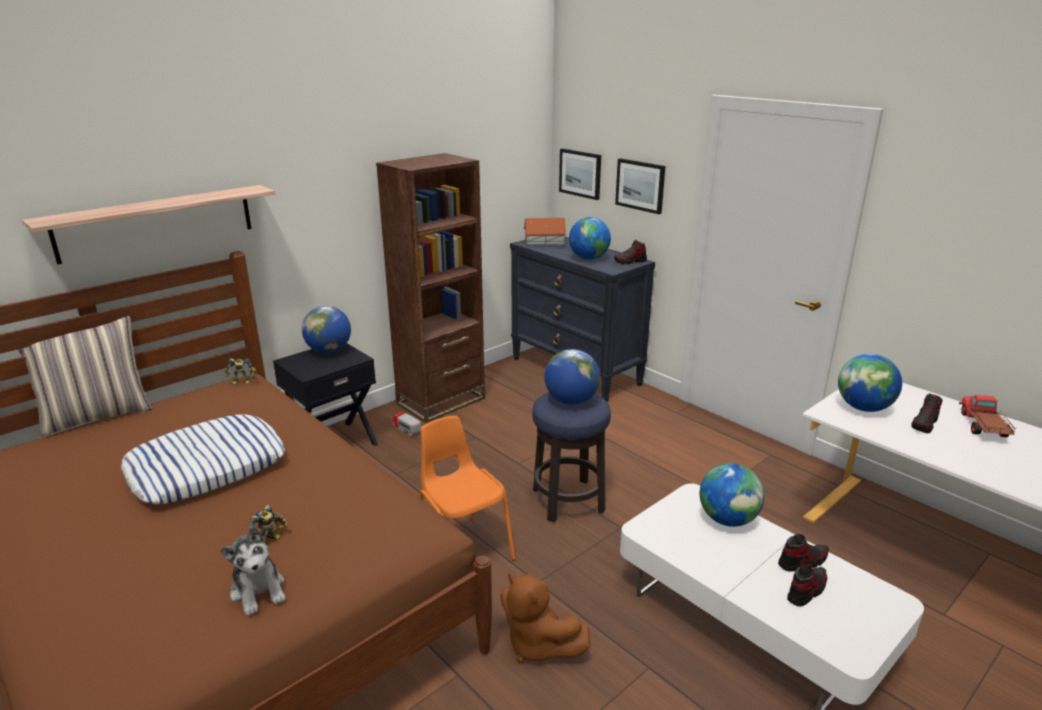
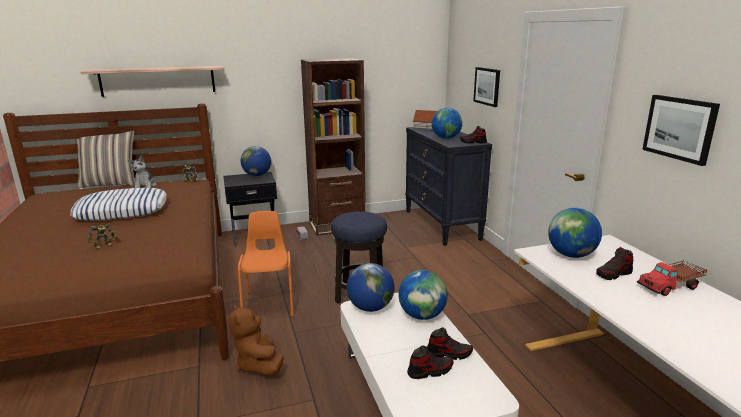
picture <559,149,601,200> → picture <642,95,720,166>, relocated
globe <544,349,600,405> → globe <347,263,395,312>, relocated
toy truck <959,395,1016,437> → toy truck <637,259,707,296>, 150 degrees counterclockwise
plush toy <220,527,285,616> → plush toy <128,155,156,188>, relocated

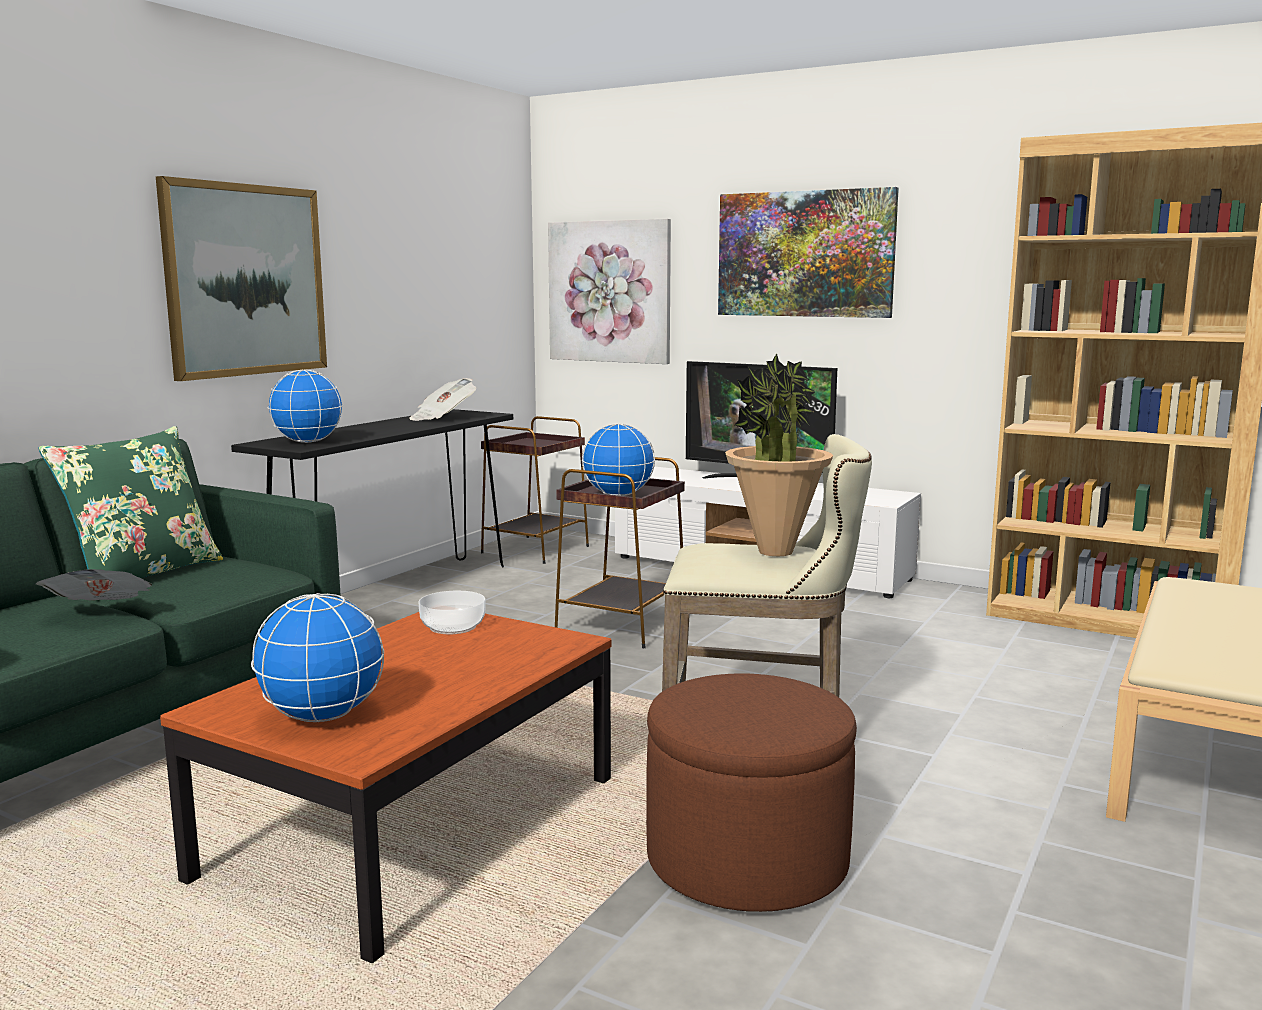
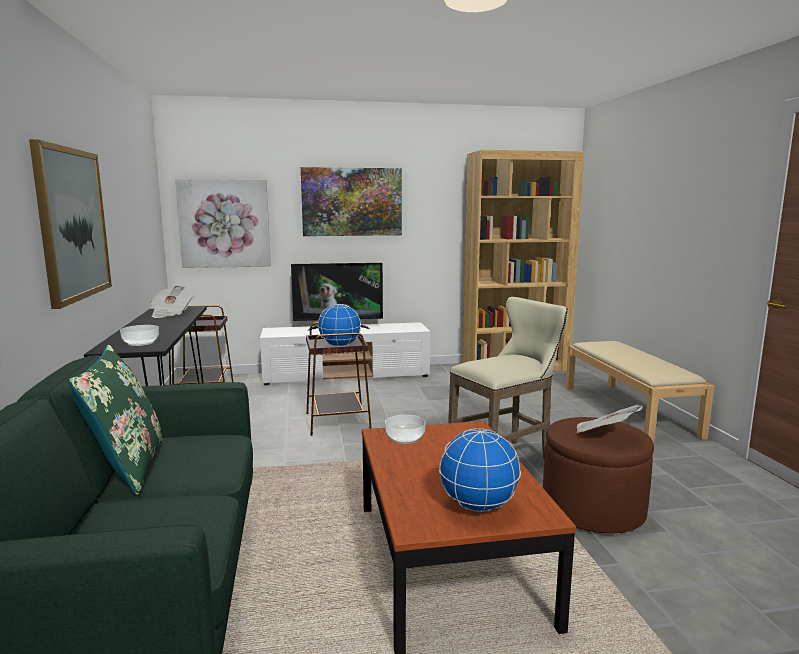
potted plant <725,353,833,556> → -
globe <267,370,343,443> → bowl <120,325,159,346>
newspaper <36,569,152,600> → newspaper <576,405,643,433>, relocated

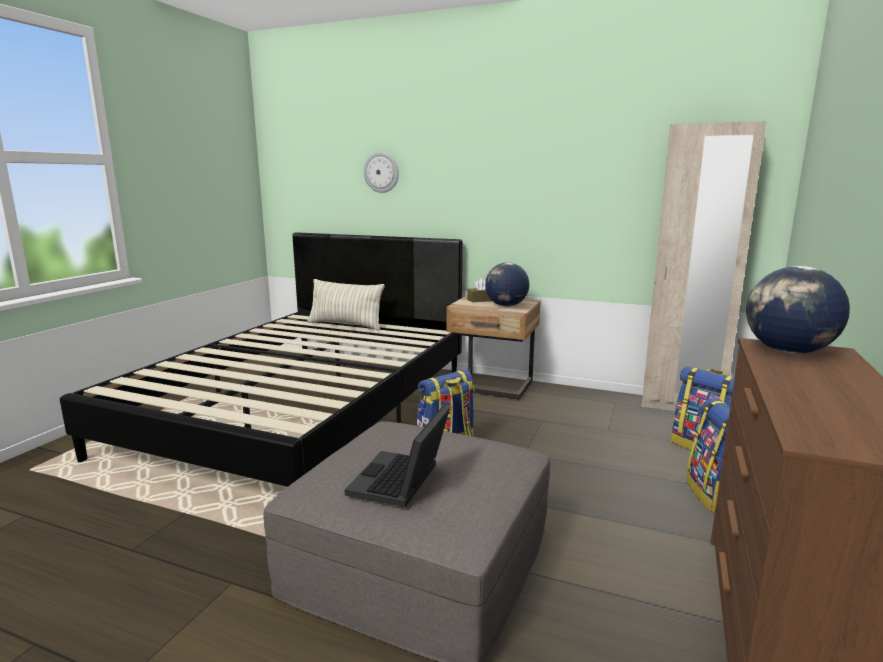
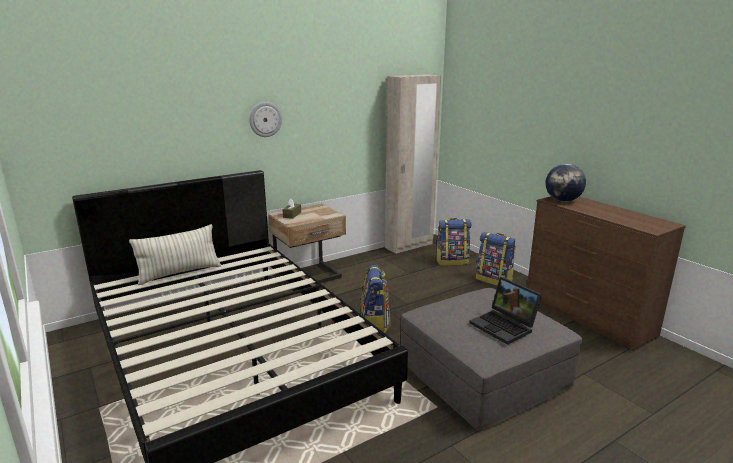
wall clock <364,152,399,193> → wall clock <249,102,282,137>, relocated
globe <485,262,529,307> → -

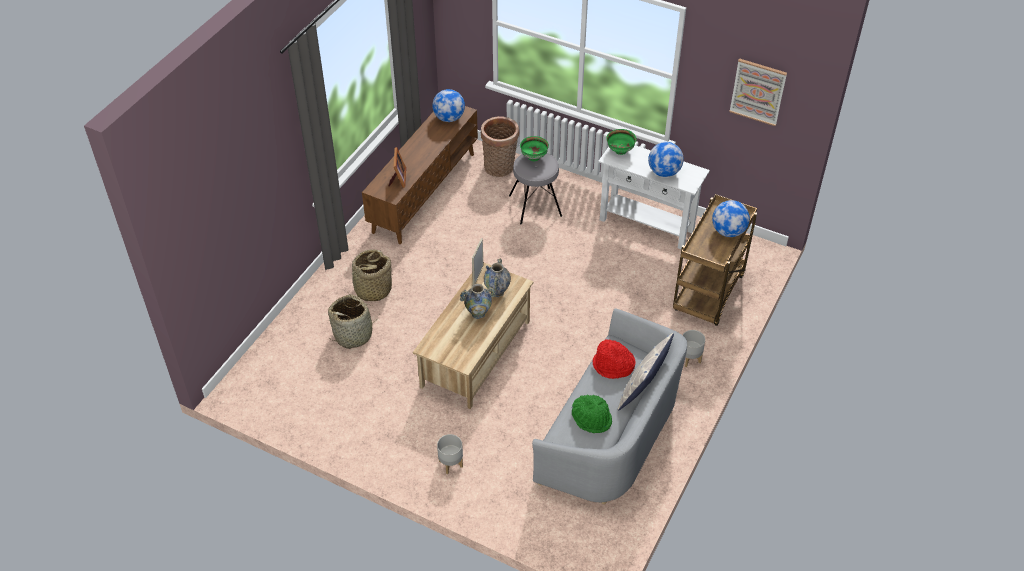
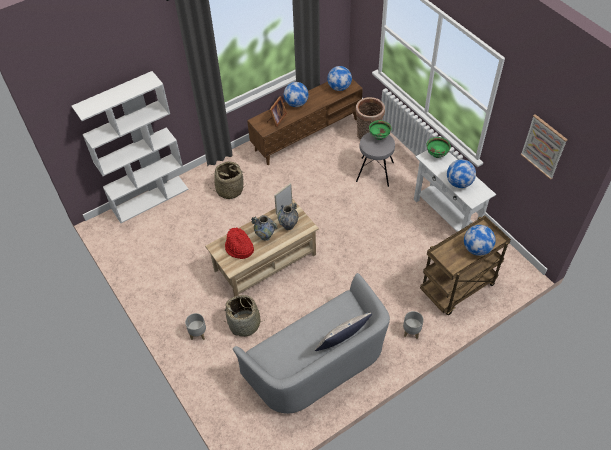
basket <328,295,380,349> → basket <223,295,268,337>, relocated
hat (red) <592,339,636,379> → hat (red) <225,228,254,259>, relocated
hat (green) <572,395,612,433> → -
- → bookcase (white) <72,71,189,223>
- → globe <284,82,309,107>

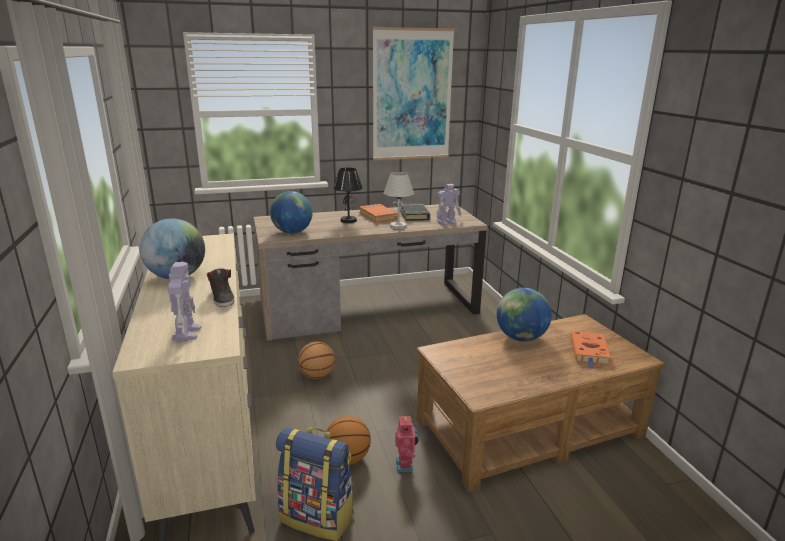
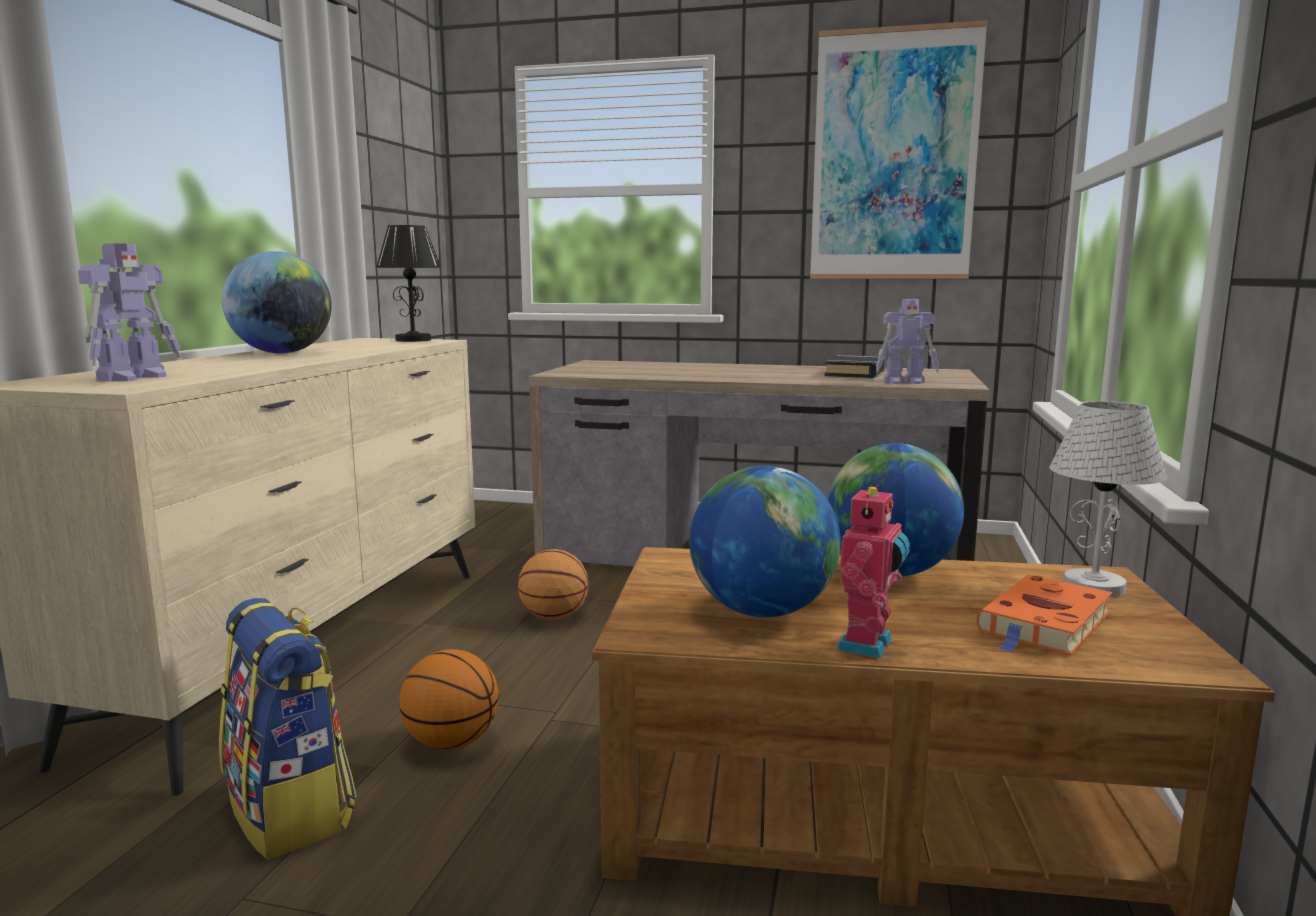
table lamp (black) <333,167,363,223> → table lamp (black) <376,225,441,342>, relocated
table lamp (white) <384,172,414,229> → table lamp (white) <1049,401,1167,597>, relocated
globe <270,191,313,234> → globe <689,466,841,617>, relocated
book (orange) <359,204,398,223> → -
shoe (black) <206,269,235,307> → -
toy robot <395,414,418,472> → toy robot <836,485,910,658>, relocated

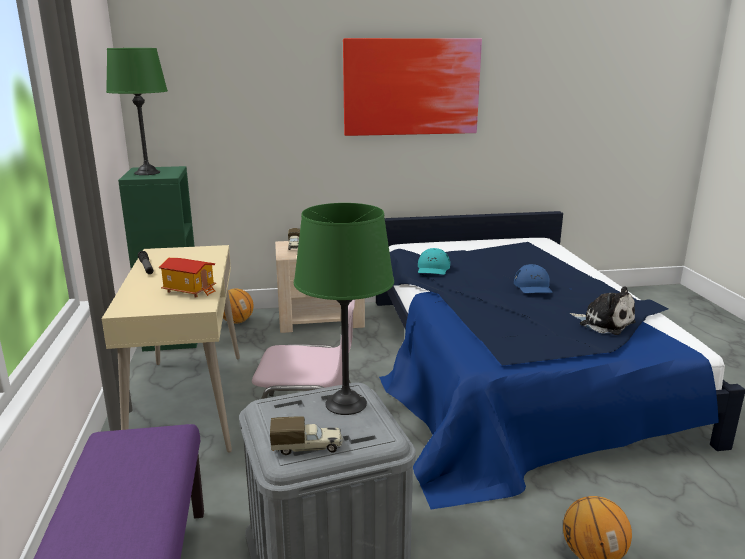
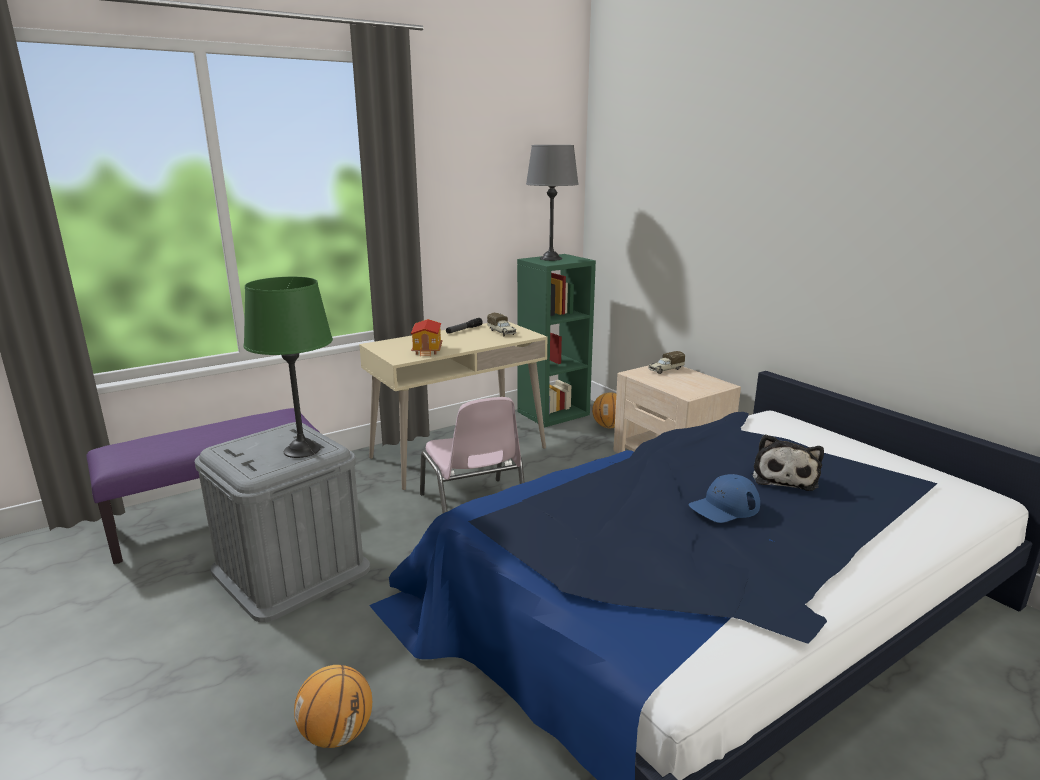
picture <343,38,482,136> → -
table lamp (green) <106,48,168,175> → table lamp (grey) <526,145,579,261>
cap (turquoise) <418,248,450,275> → -
plush toy <570,286,636,335> → plush toy <753,434,824,491>, relocated
toy truck <270,416,343,455> → toy truck <487,313,517,336>, relocated

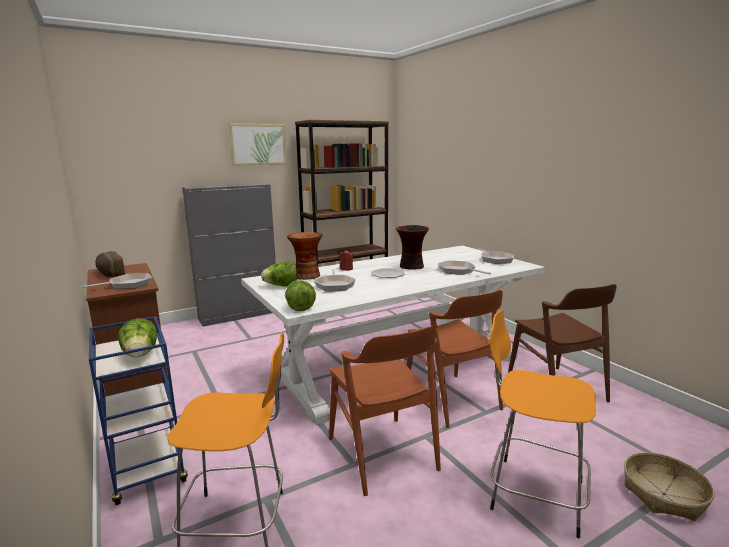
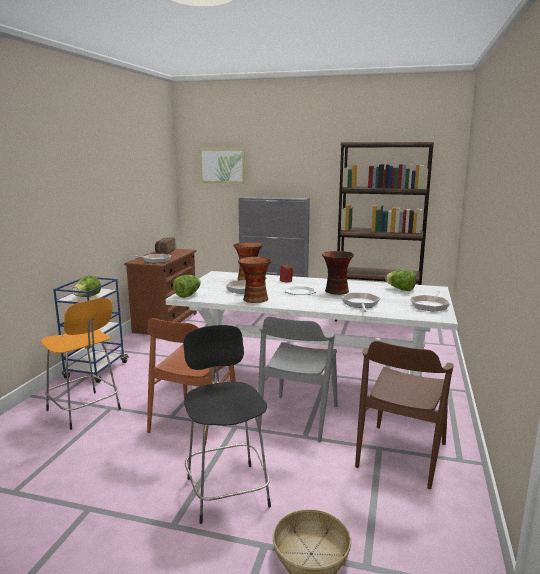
picture <228,123,286,166> → picture <199,148,245,183>, relocated
lettuce <261,261,297,287> → lettuce <386,270,416,291>, relocated
chair (brown) <407,290,503,428> → chair (grey) <257,316,337,442>
stool (orange) <489,310,596,538> → stool (black) <184,325,271,524>
- → vase <238,257,272,303>

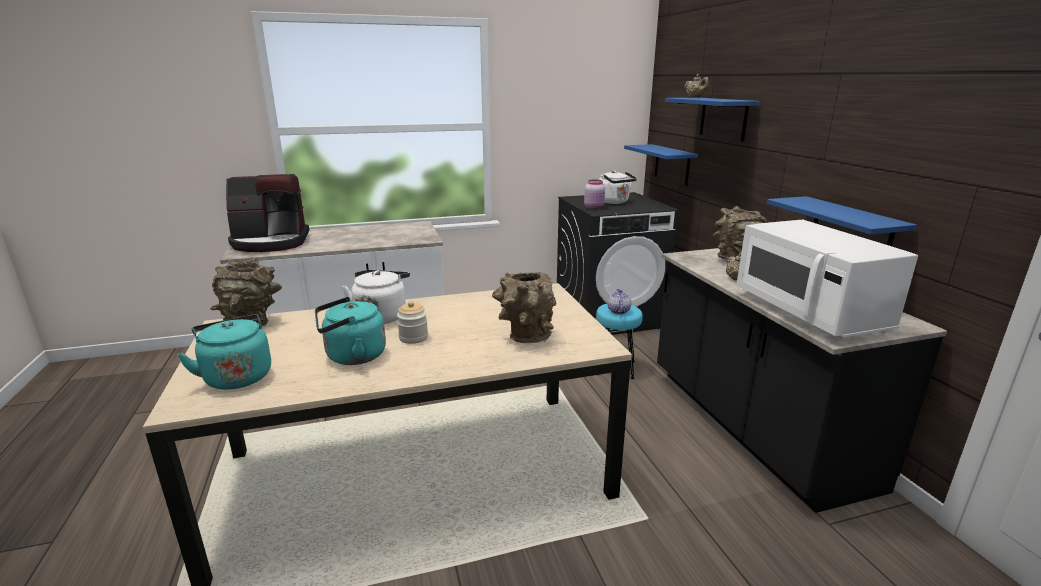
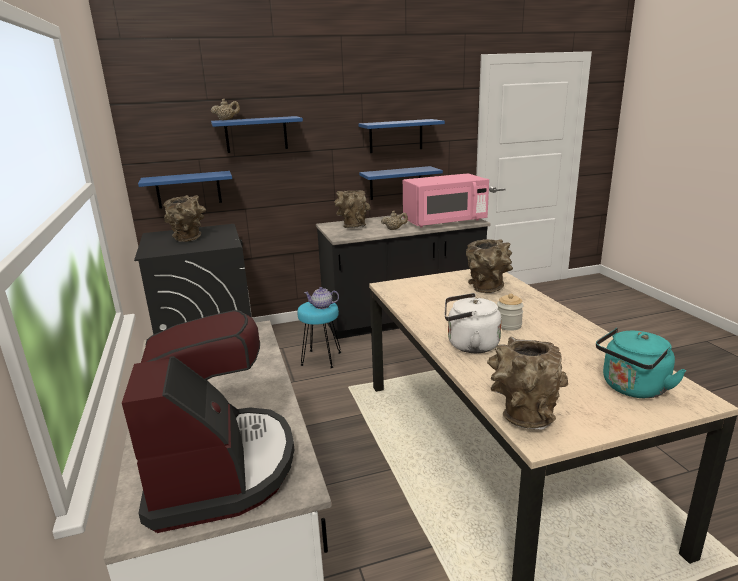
kettle (white) <599,170,637,204> → vase (brown) <163,195,206,242>
jar (pink) <584,179,605,209> → -
microwave (white) <737,220,918,340> → microwave (pink) <403,173,489,228>
kettle (turquoise) <315,297,386,365> → -
- → shelf (blue) <358,119,445,153>

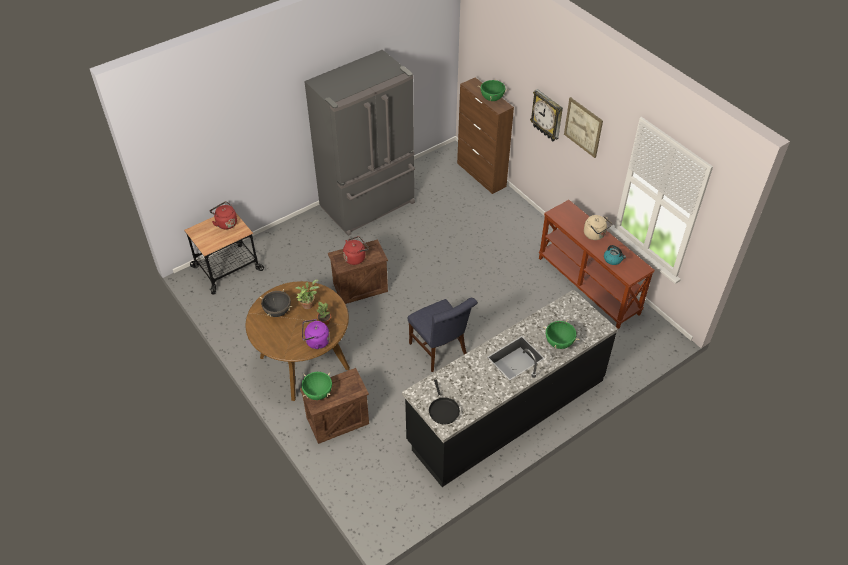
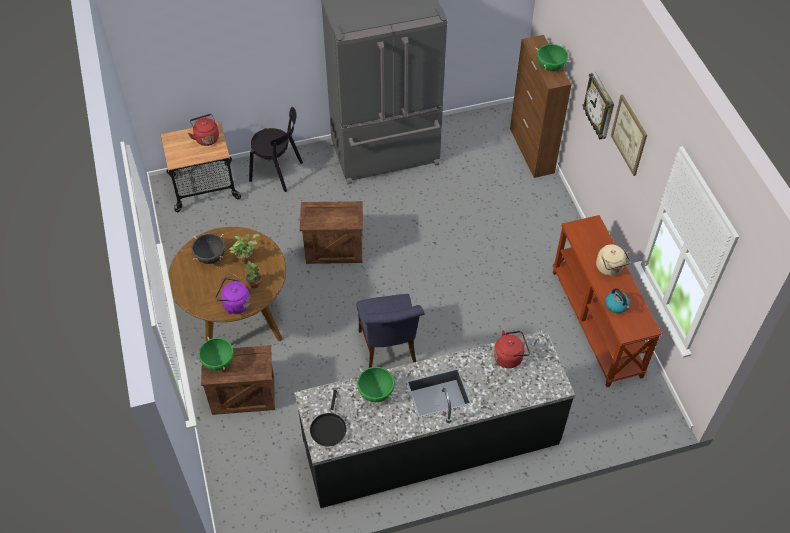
kettle (red) <343,236,369,265> → kettle (red) <494,330,530,368>, relocated
cooking pot (green) <543,319,579,349> → cooking pot (green) <357,367,395,402>, relocated
- → chair (black) <249,107,303,192>

